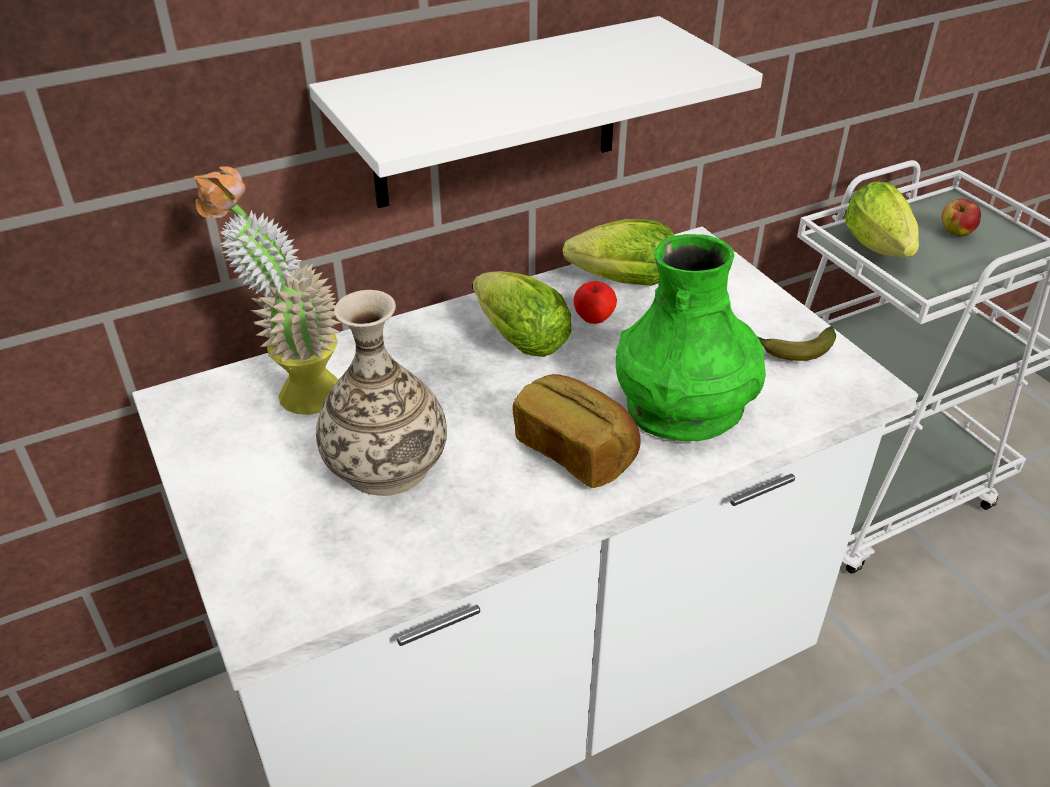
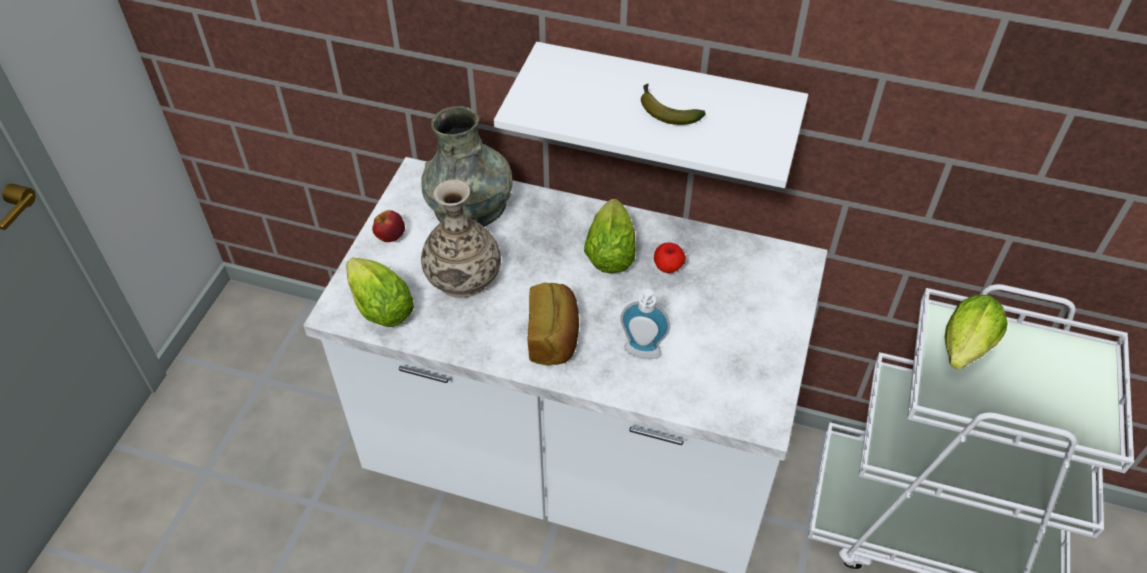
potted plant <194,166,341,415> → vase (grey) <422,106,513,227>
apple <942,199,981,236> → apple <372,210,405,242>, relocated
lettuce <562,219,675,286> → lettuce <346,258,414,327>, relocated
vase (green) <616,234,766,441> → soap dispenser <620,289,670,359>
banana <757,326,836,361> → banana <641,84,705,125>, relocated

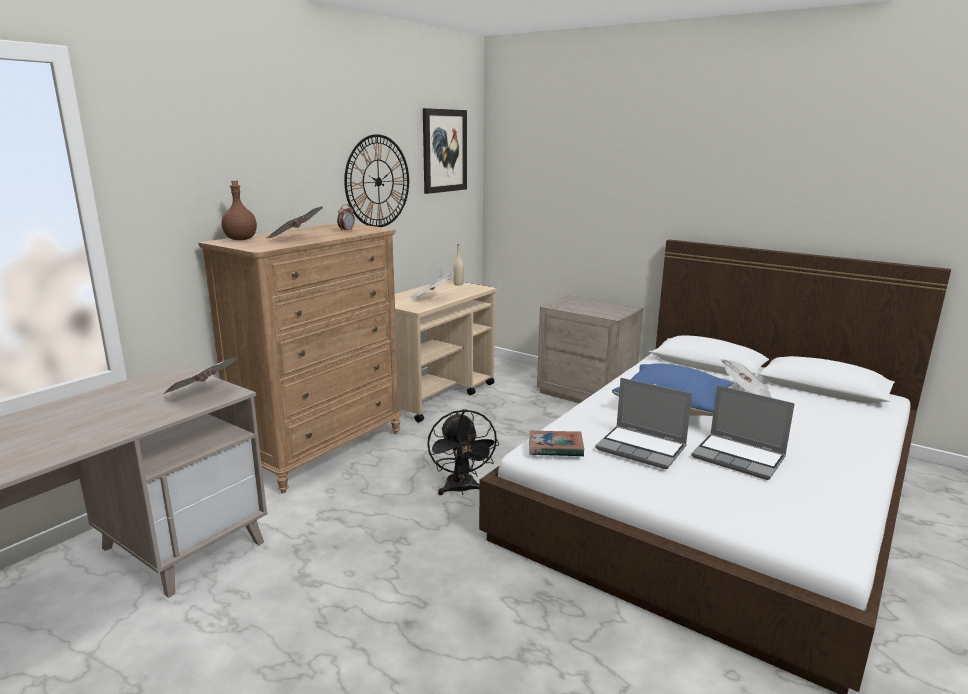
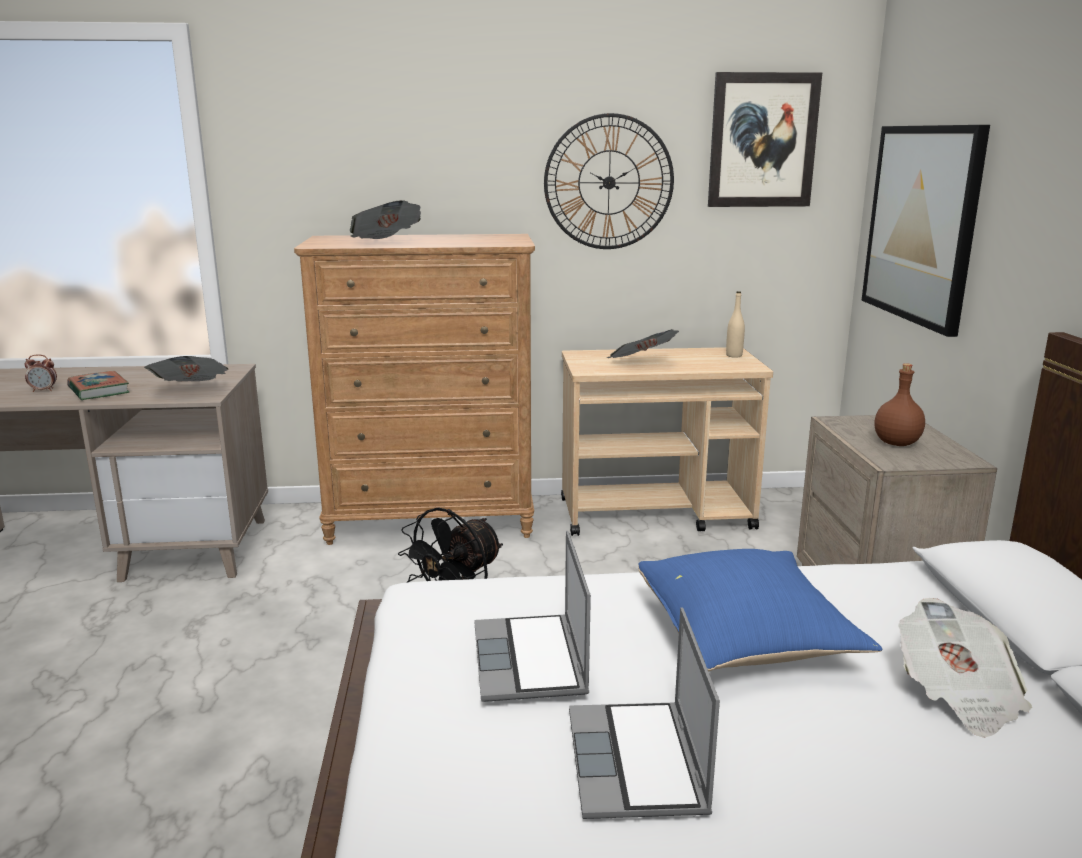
bottle (brown) <222,181,257,240> → bottle (brown) <874,363,925,446>, relocated
alarm clock <337,204,355,232> → alarm clock <25,355,57,392>, relocated
book <529,431,584,456> → book <67,371,129,400>, relocated
- → picture <862,125,990,337>

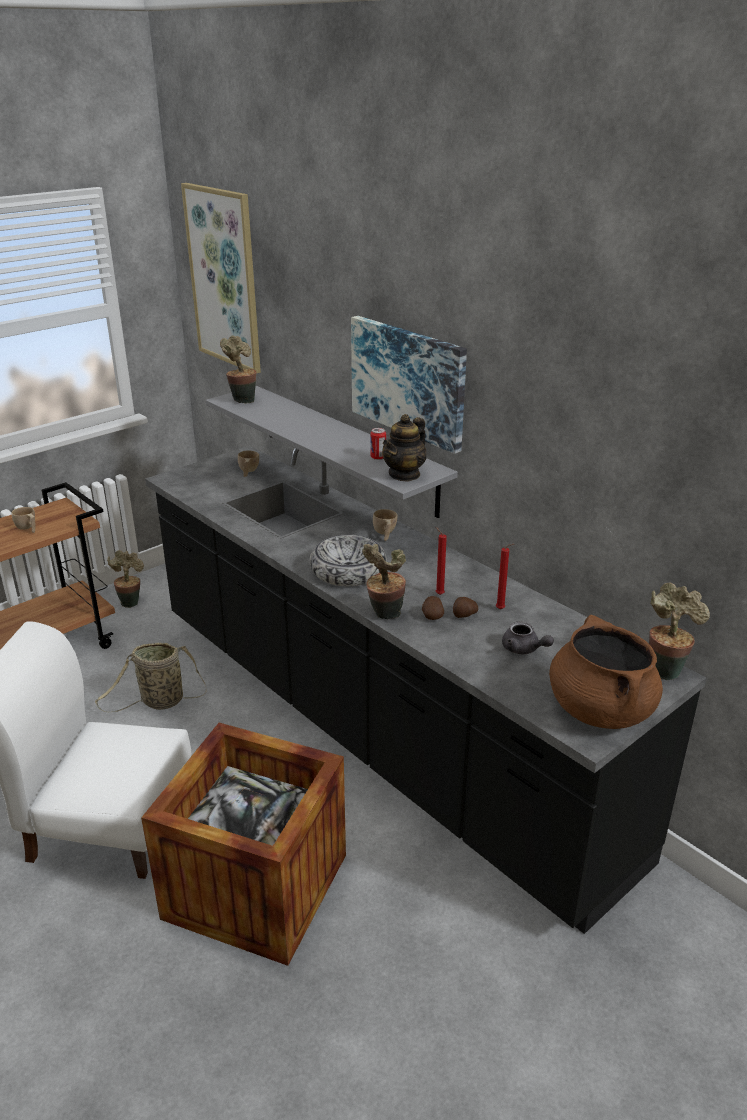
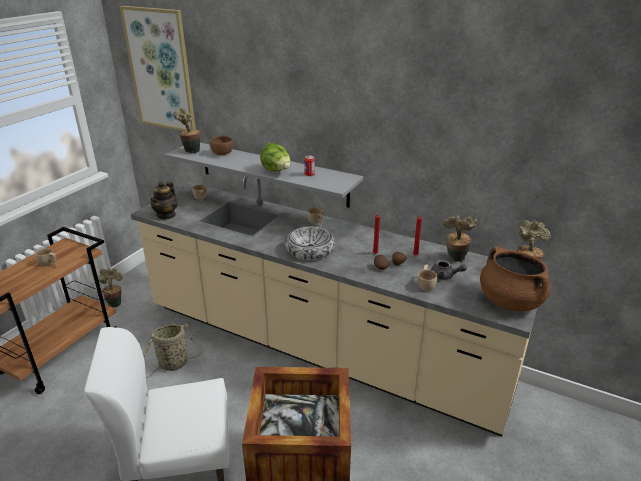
picture <351,316,467,454> → -
teapot <382,414,427,482> → teapot <150,181,178,219>, relocated
counter (black) <145,446,706,934> → counter (beige) <131,176,548,437>
potted plant <362,544,406,619> → potted plant <442,215,477,262>, relocated
- → bowl (brown) <210,136,233,155>
- → lettuce <260,143,291,171>
- → cup (beige) <417,265,437,291>

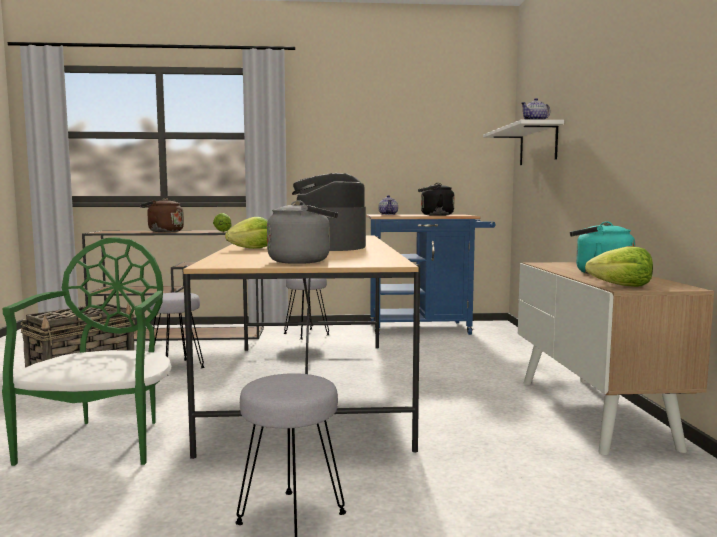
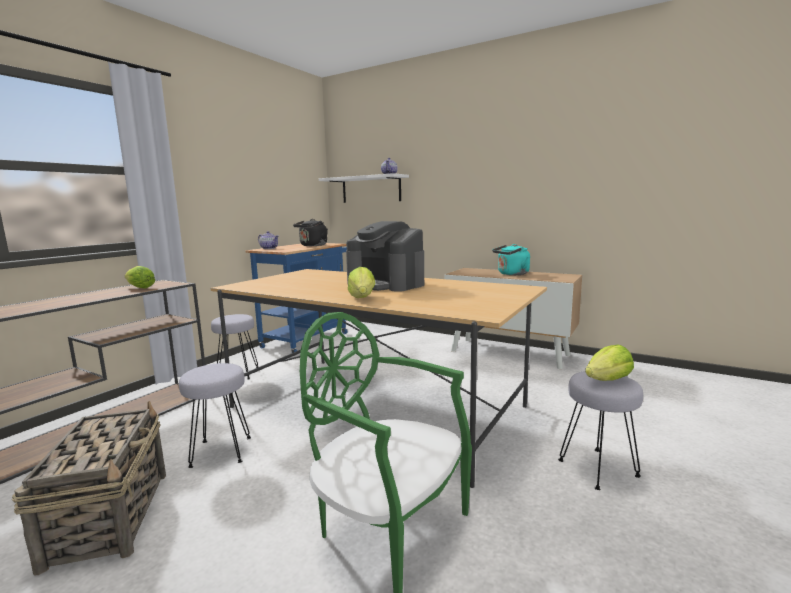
kettle (brown) <140,198,184,232> → -
kettle (grey) <267,200,338,264> → -
lettuce <585,247,653,287> → lettuce <585,345,634,381>, relocated

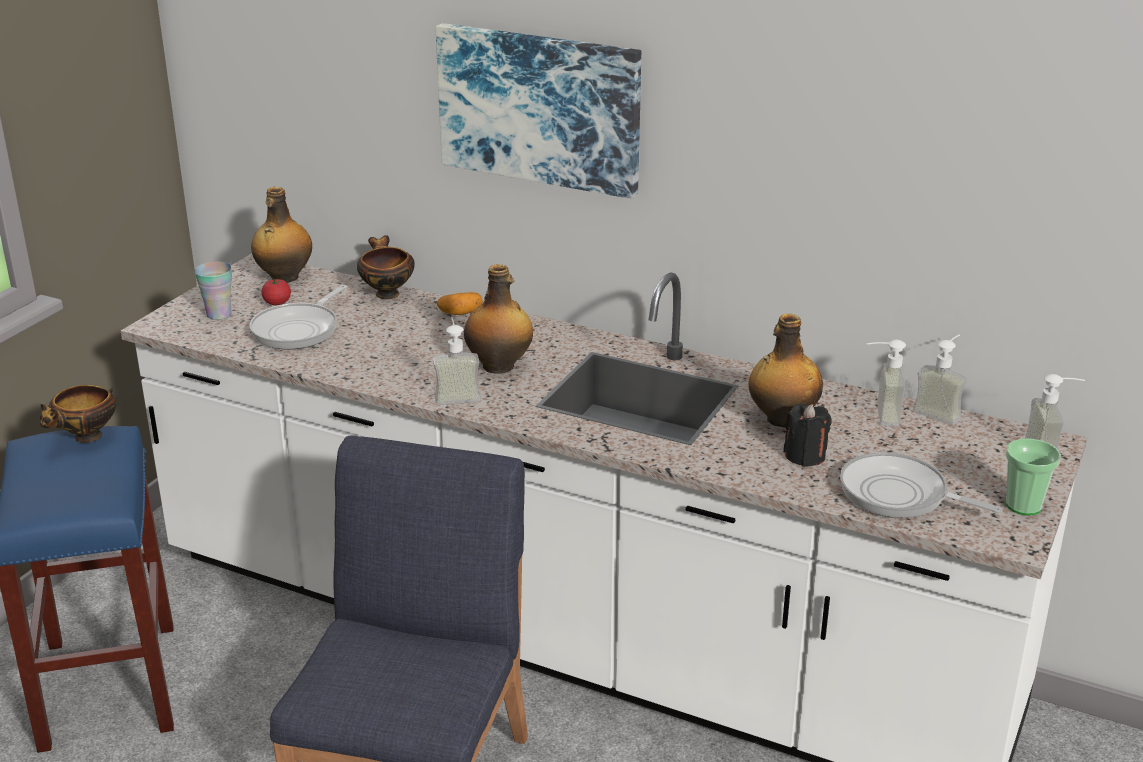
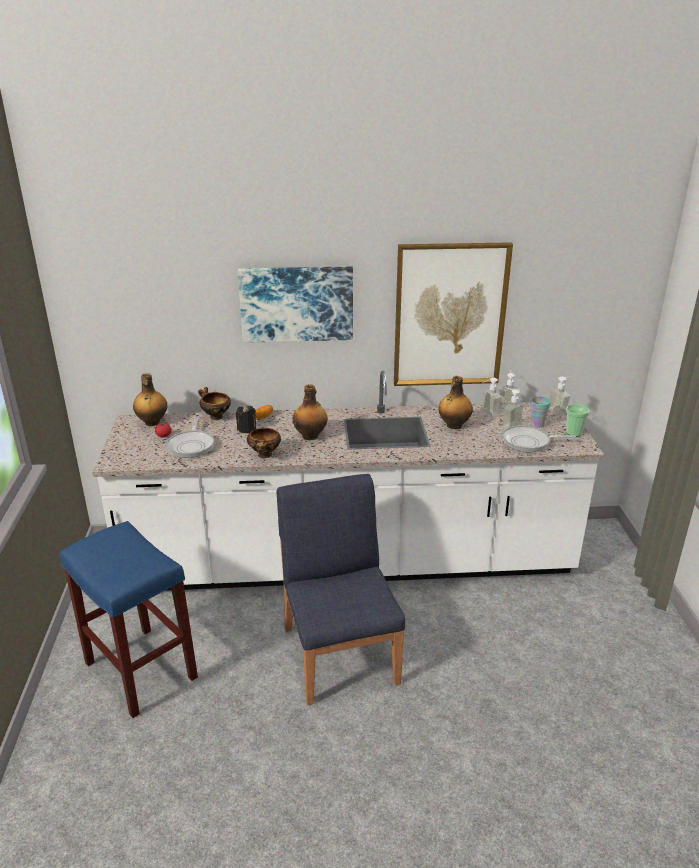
cup <195,262,232,320> → cup <531,396,551,427>, relocated
soap dispenser <433,317,481,405> → soap dispenser <502,387,524,429>, relocated
bowl <40,385,116,443> → bowl <247,428,281,458>, relocated
candle (black) <783,404,832,467> → candle (black) <236,405,256,434>, relocated
- → picture <394,242,513,386>

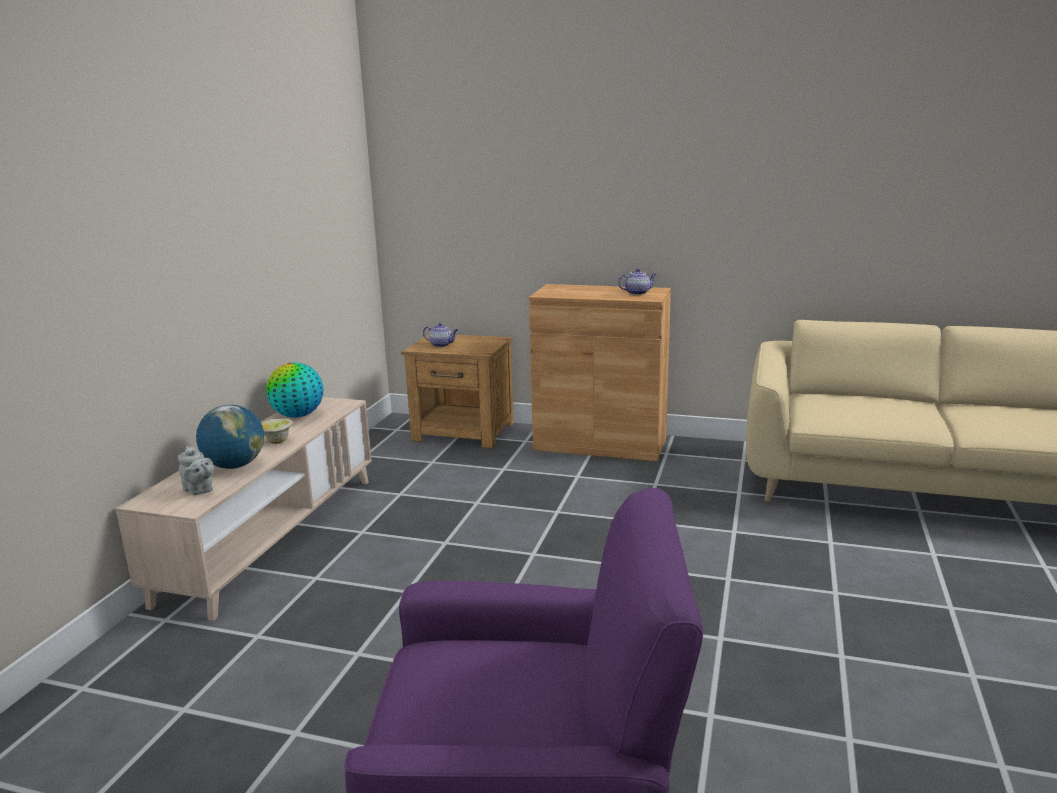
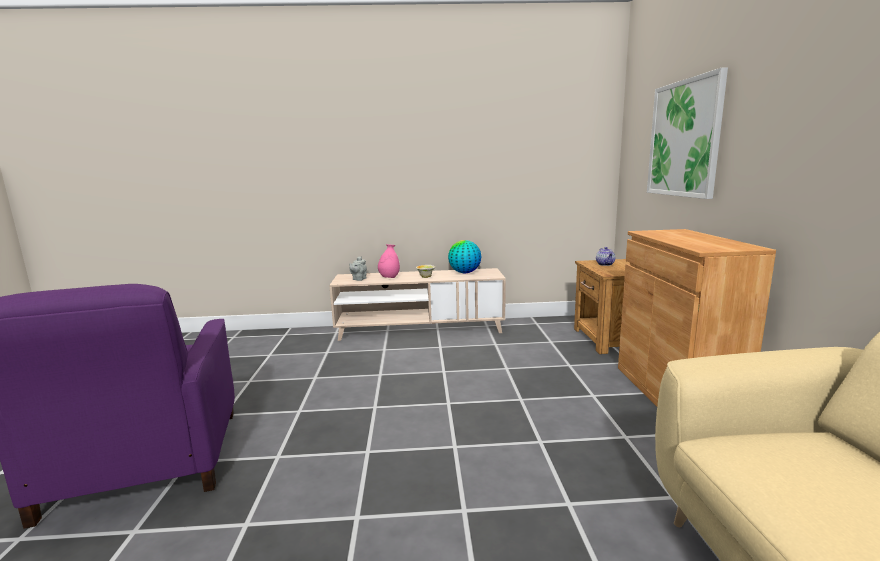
teapot <618,268,657,295> → -
globe <196,405,264,469> → vase (pink) <378,244,400,278>
- → picture <647,67,728,199>

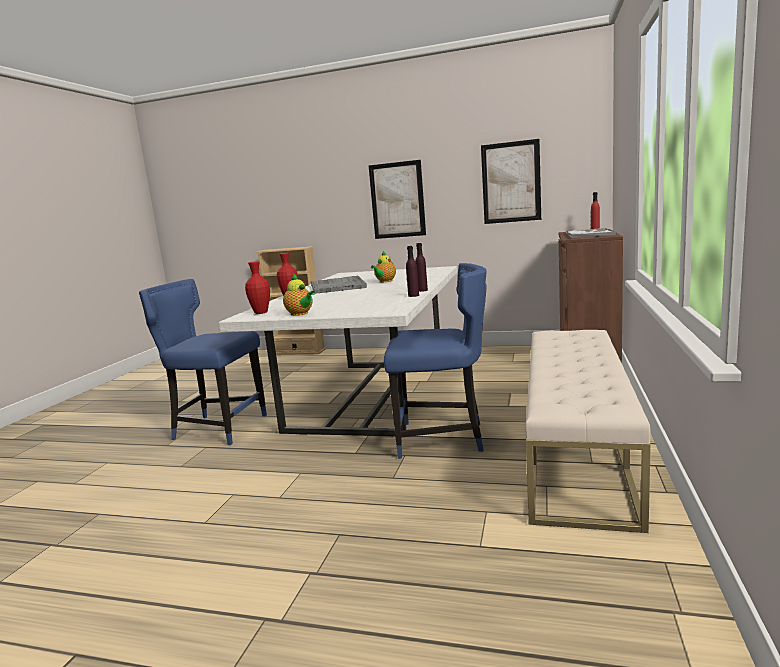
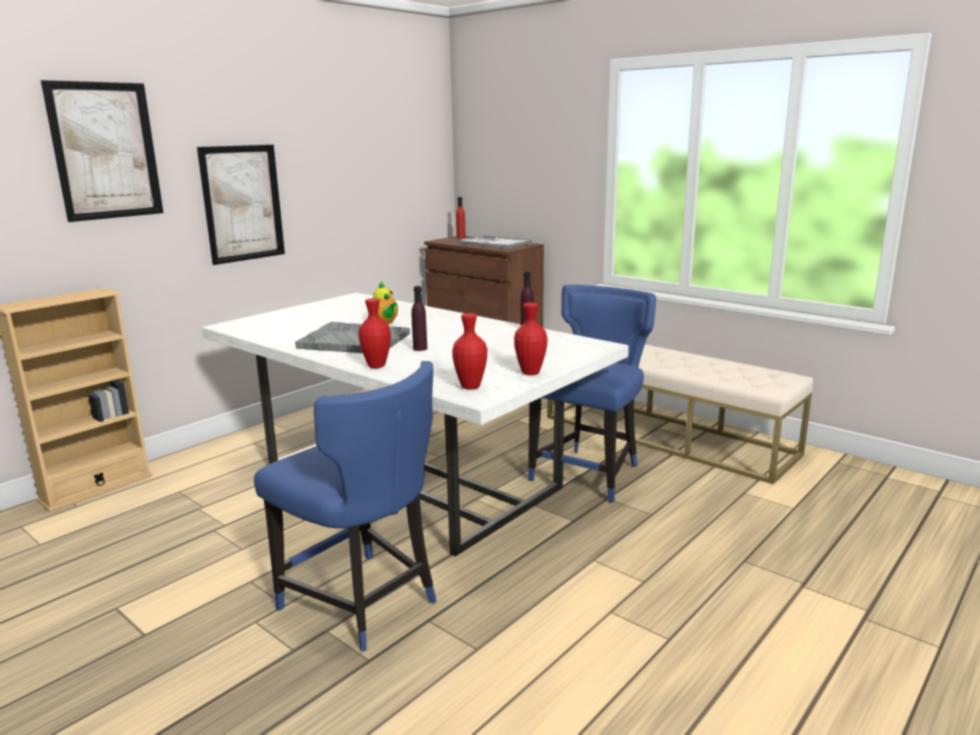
picture <481,139,541,224> → picture <41,80,163,222>, relocated
bottle (purple) <415,243,428,292> → bottle (purple) <412,286,427,351>, relocated
teapot <283,274,315,316> → vase (red) <514,303,547,375>
chair (blue) <139,279,267,445> → chair (blue) <254,361,437,652>, 90 degrees counterclockwise

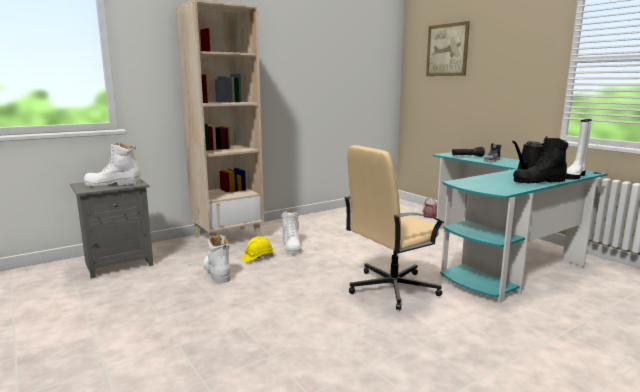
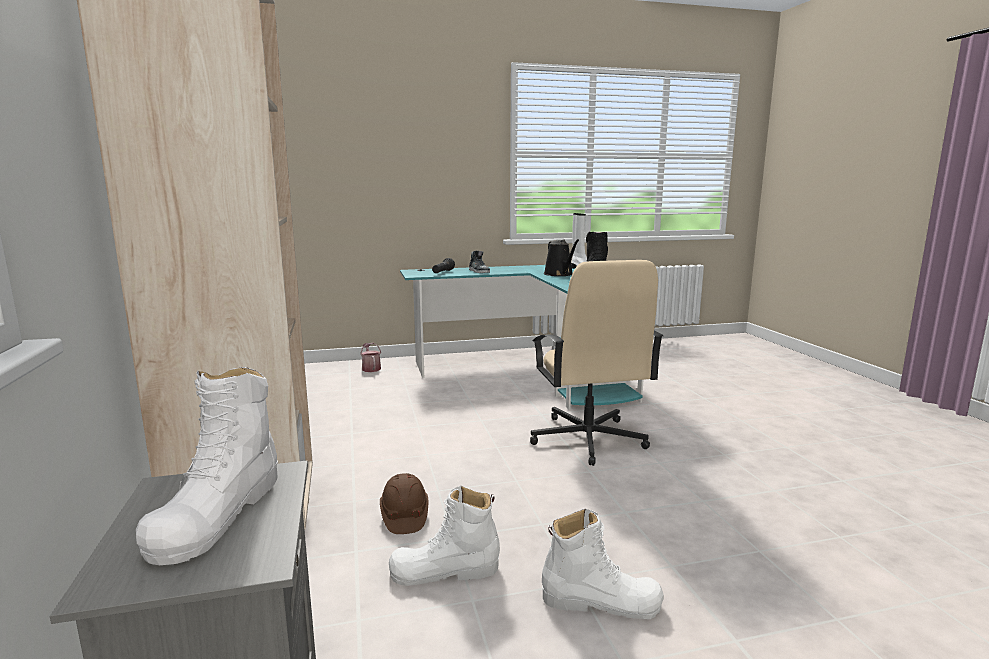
picture <426,21,470,76> → -
boot (white) <281,211,302,254> → boot (white) <542,509,664,619>, relocated
hard hat (yellow) <241,236,273,262> → hard hat (brown) <380,473,428,534>

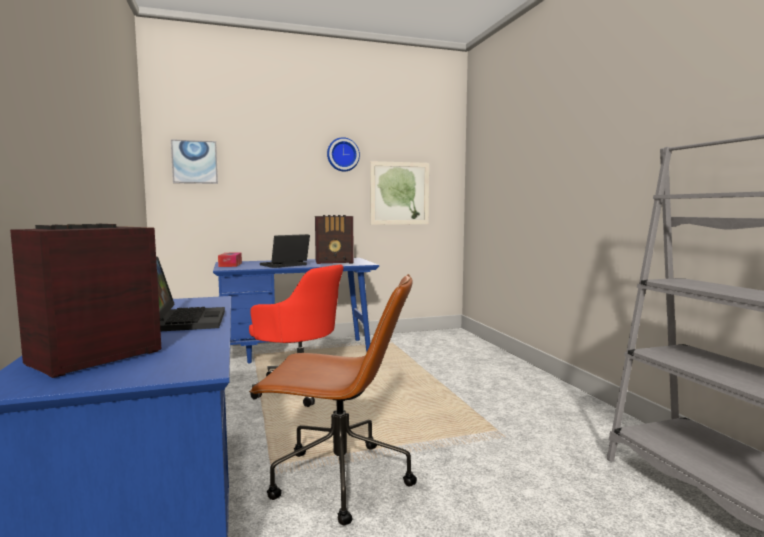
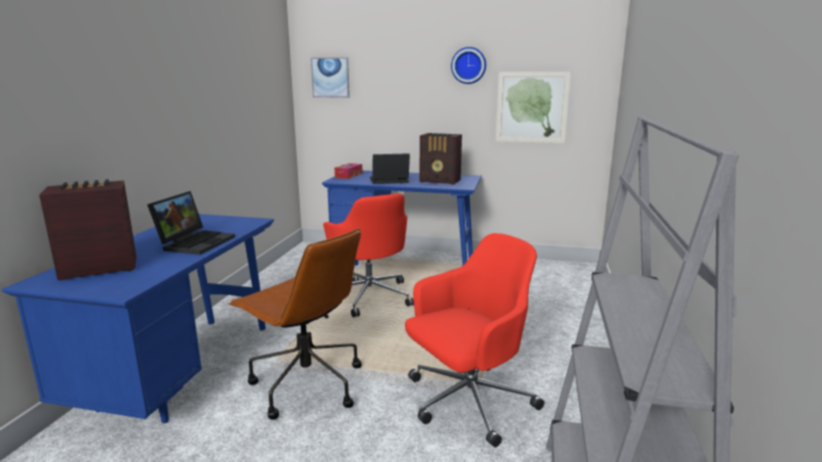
- → office chair (red) <405,233,544,447>

